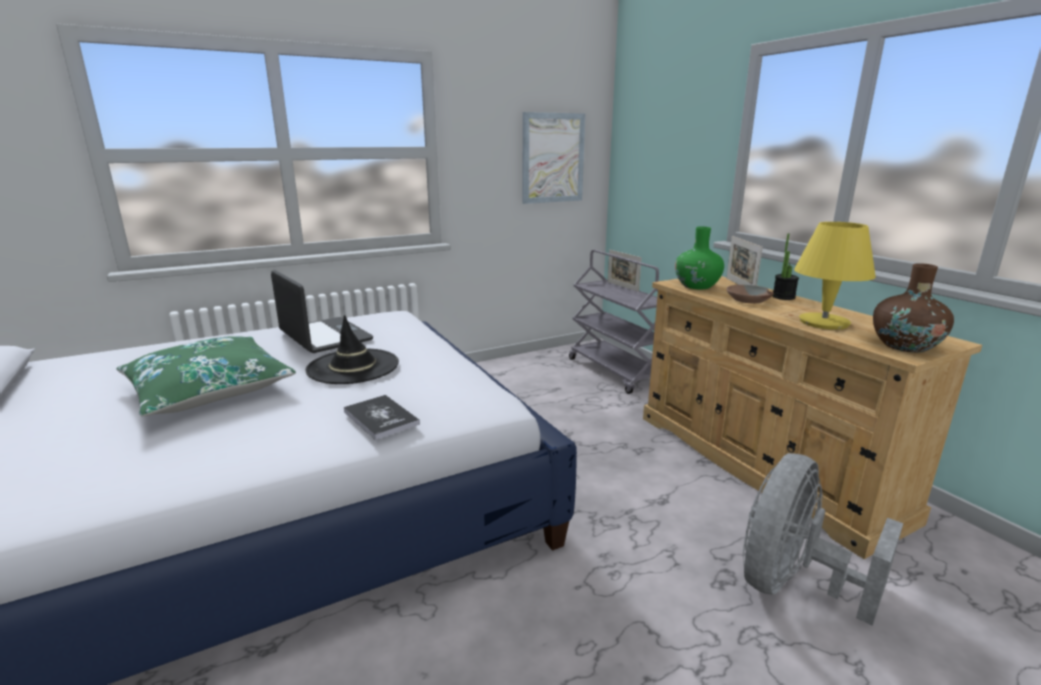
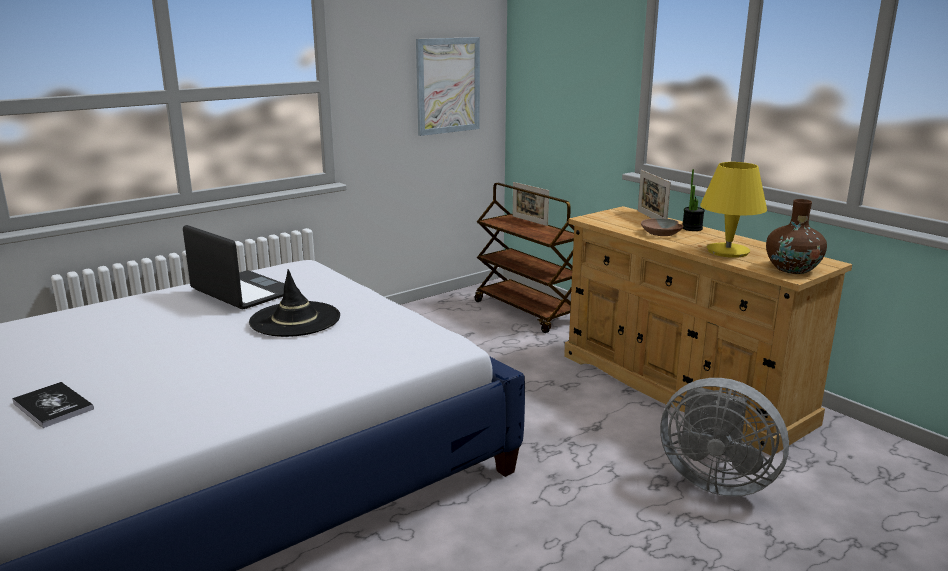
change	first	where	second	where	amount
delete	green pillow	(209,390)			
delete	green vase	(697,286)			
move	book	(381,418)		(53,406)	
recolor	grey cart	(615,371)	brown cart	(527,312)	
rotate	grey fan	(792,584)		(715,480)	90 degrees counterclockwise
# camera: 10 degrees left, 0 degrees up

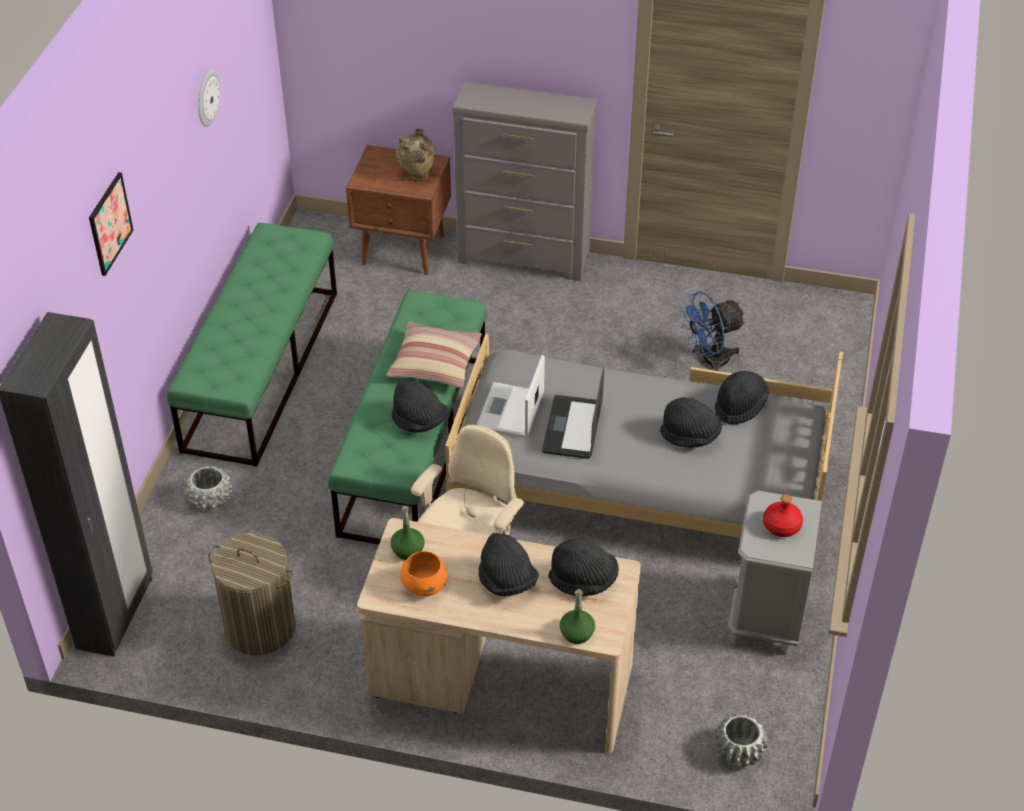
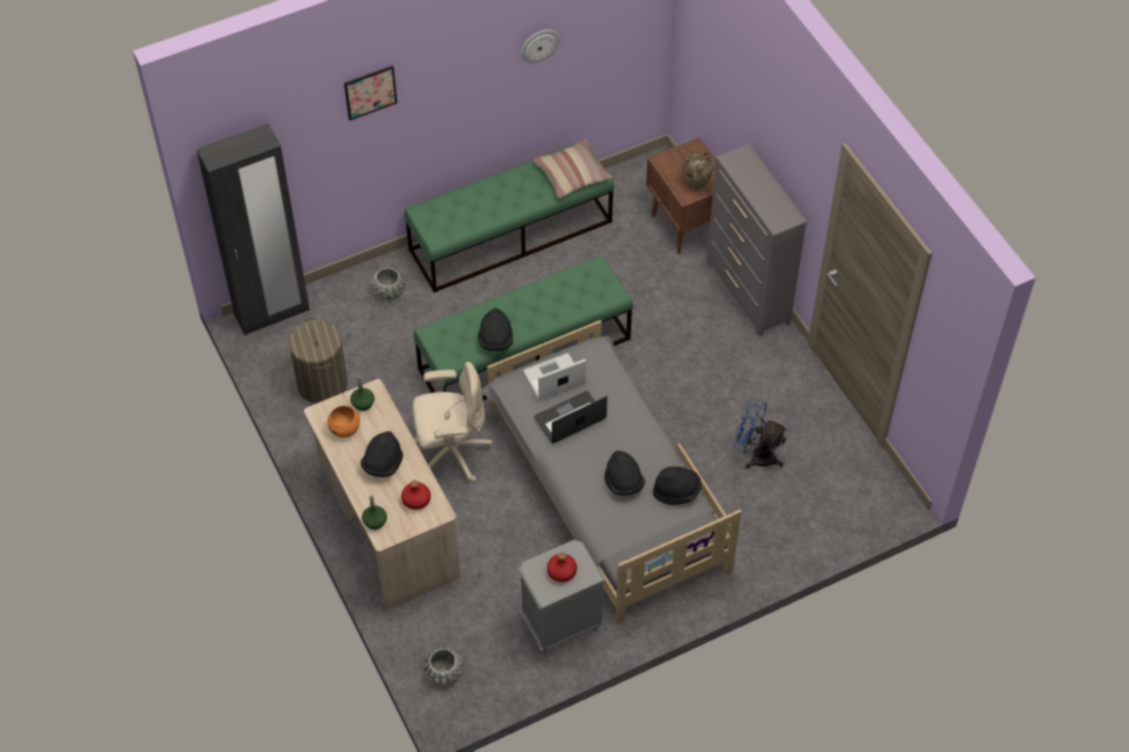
change	first	where	second	where	amount
move	pillow	(435,363)		(572,174)	
replace	black hat	(583,581)	red bottle	(416,499)	
# camera: 50 degrees right, 10 degrees up

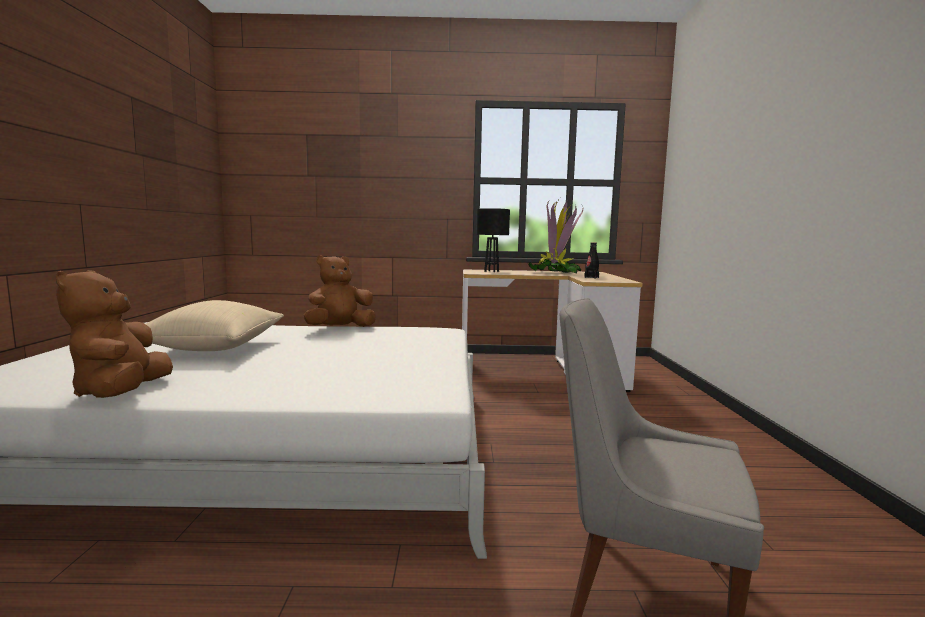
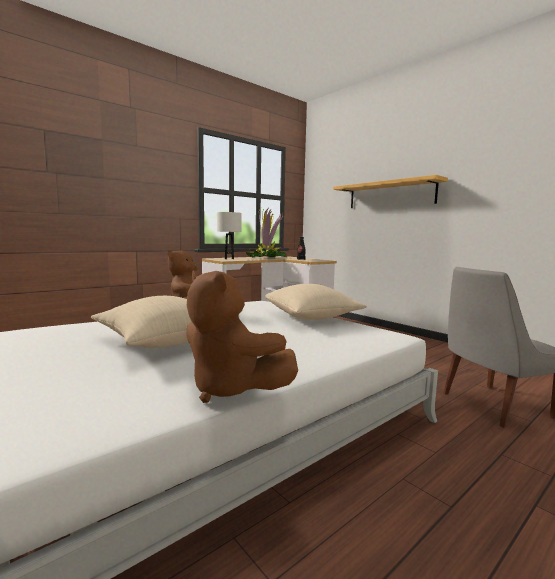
change	first	where	second	where	amount
insert			beige pillow	(312,318)	
insert			shelf	(390,195)	
recolor	black table lamp	(491,271)	white table lamp	(229,259)	
# camera: 40 degrees left, 0 degrees up

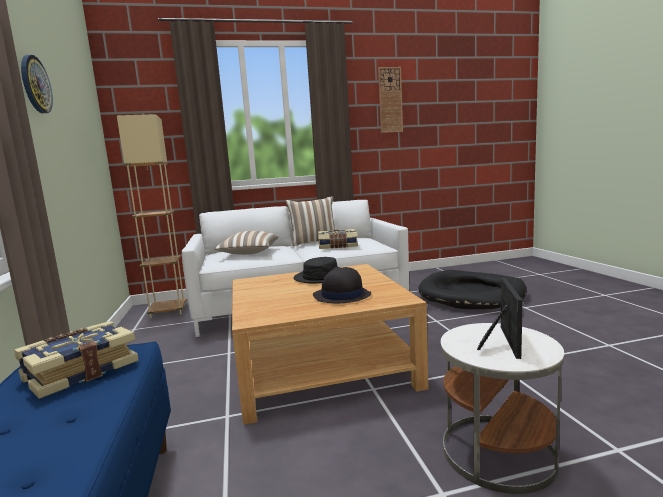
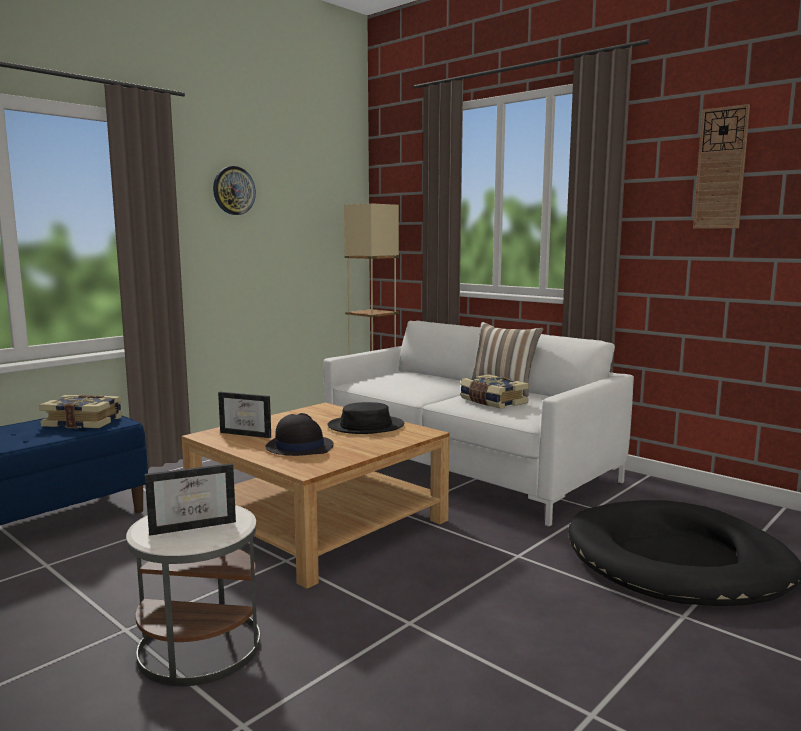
change	first	where	second	where	amount
delete	pillow	(249,253)			
insert			picture frame	(249,433)	
# camera: 55 degrees right, 0 degrees up

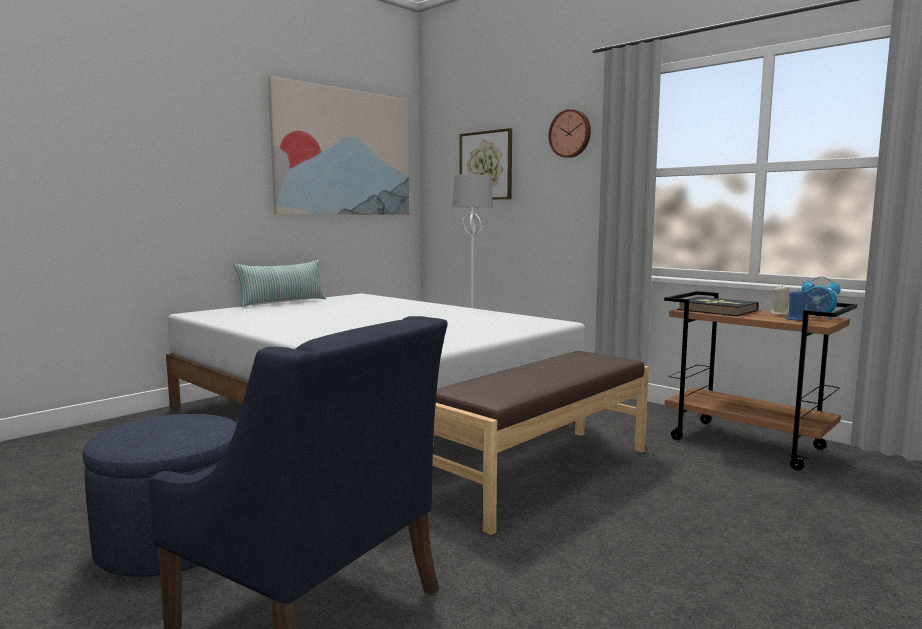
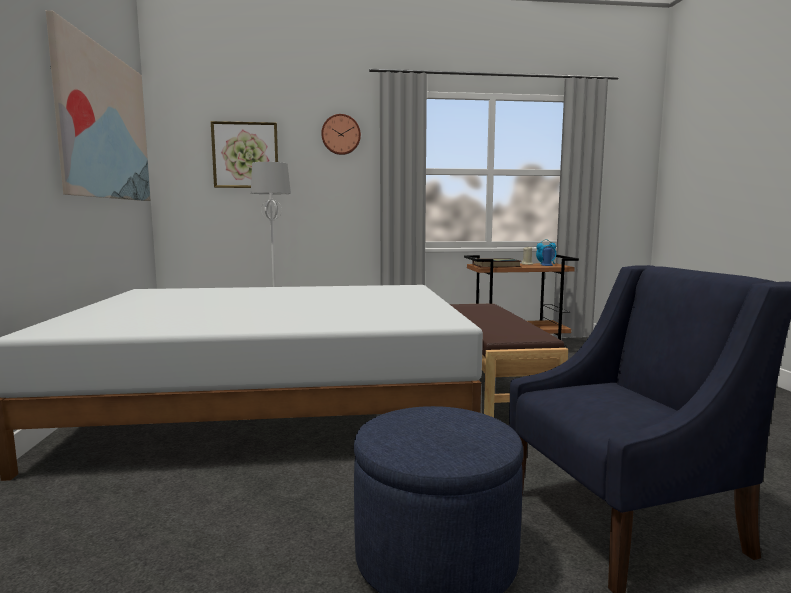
change	first	where	second	where	amount
delete	pillow	(282,302)			
# camera: 50 degrees left, 0 degrees up

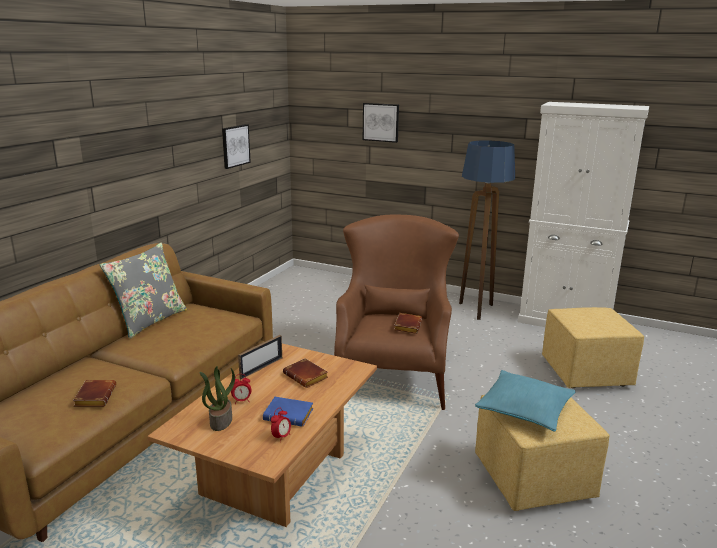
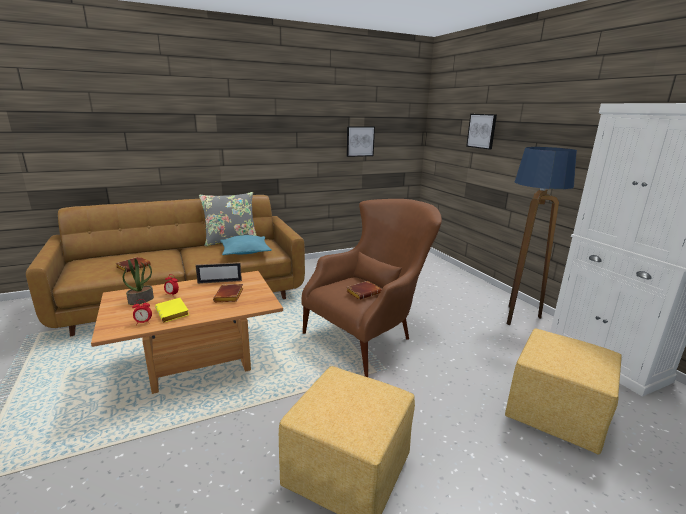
change	first	where	second	where	amount
move	turquoise pillow	(524,409)		(245,252)	
recolor	blue book	(290,415)	yellow book	(174,313)	
# camera: 40 degrees right, 0 degrees up

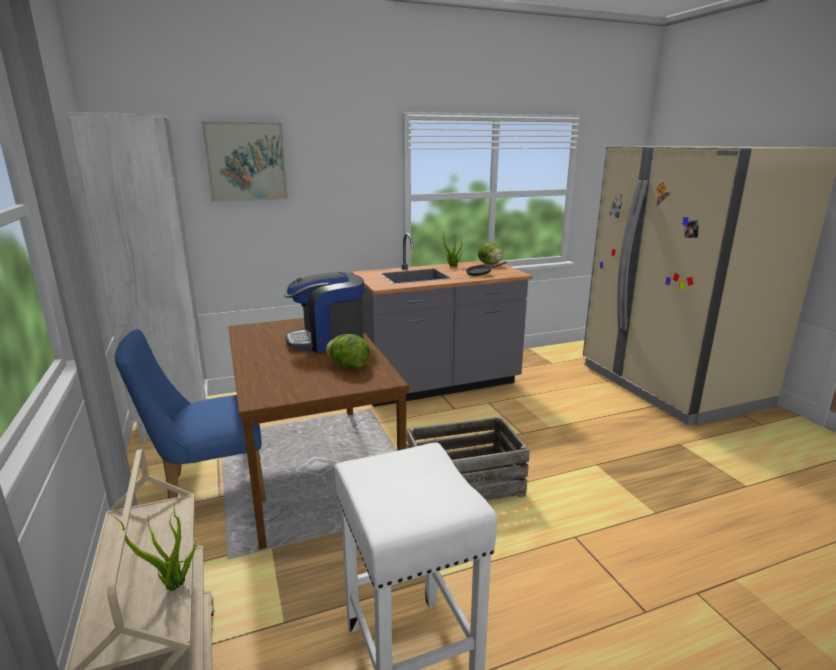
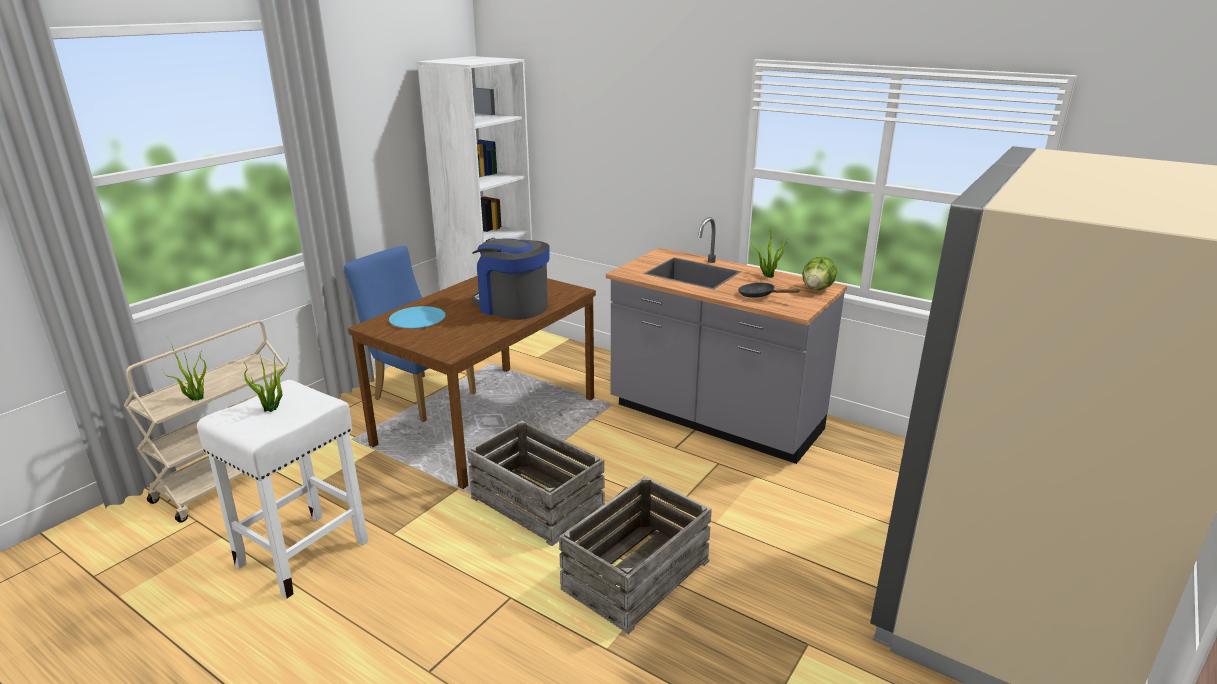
change	first	where	second	where	amount
delete	picture	(246,162)			
delete	lettuce	(348,366)			
insert			potted plant	(272,409)	
insert			blue plate	(417,319)	
insert			crate	(635,574)	
# camera: 55 degrees right, 5 degrees up

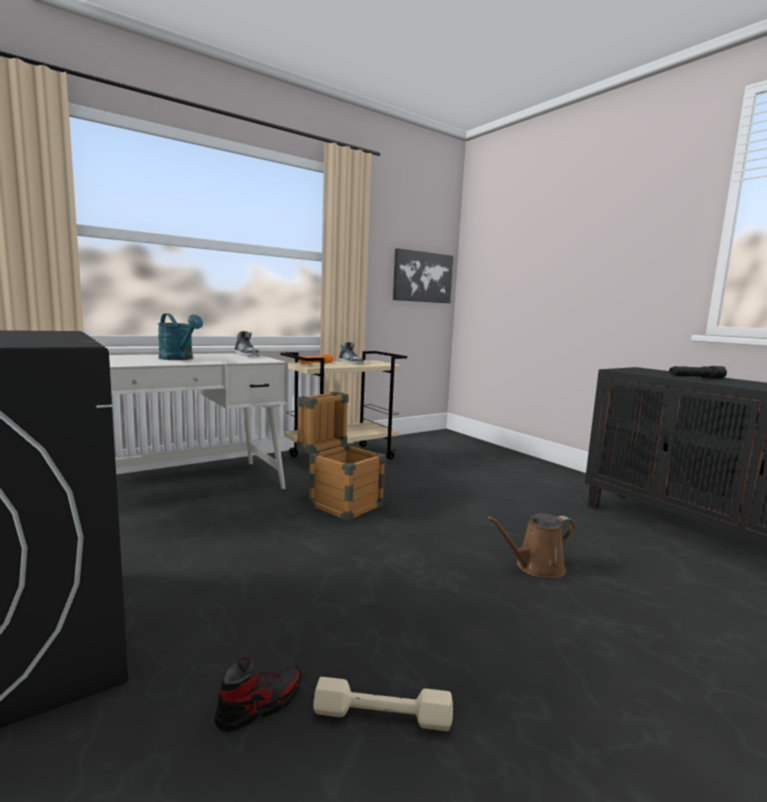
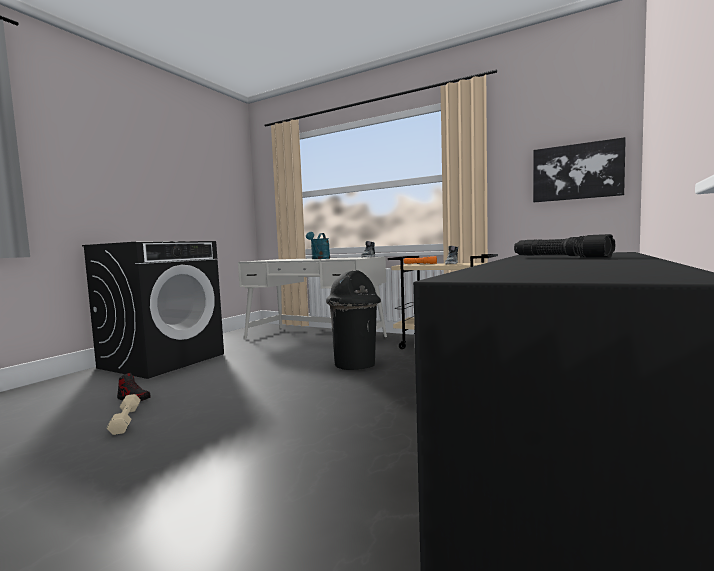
change	first	where	second	where	amount
delete	brown watering can	(536,567)			
replace	crate	(339,503)	black trash can	(355,364)	
# camera: 65 degrees right, 5 degrees down

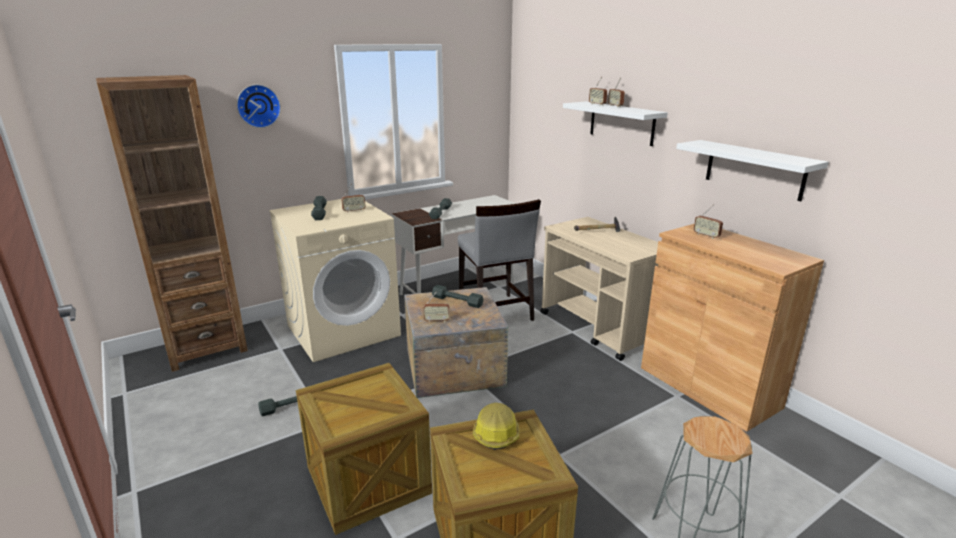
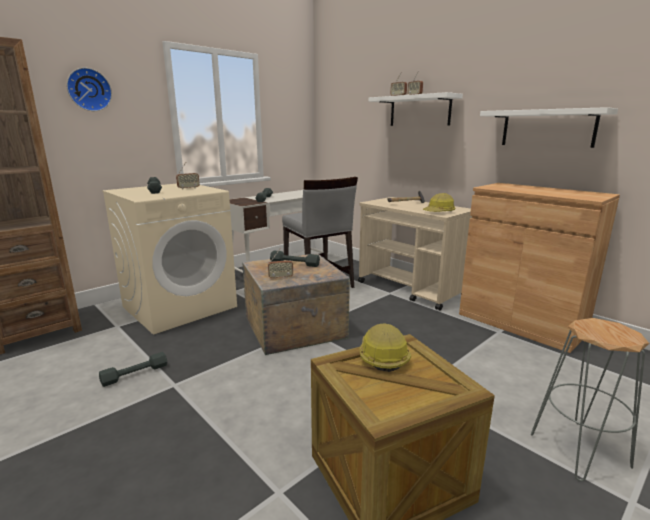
change	first	where	second	where	amount
delete	crate	(368,480)			
delete	radio	(706,236)			
insert			hard hat	(439,212)	
# camera: 10 degrees left, 5 degrees down

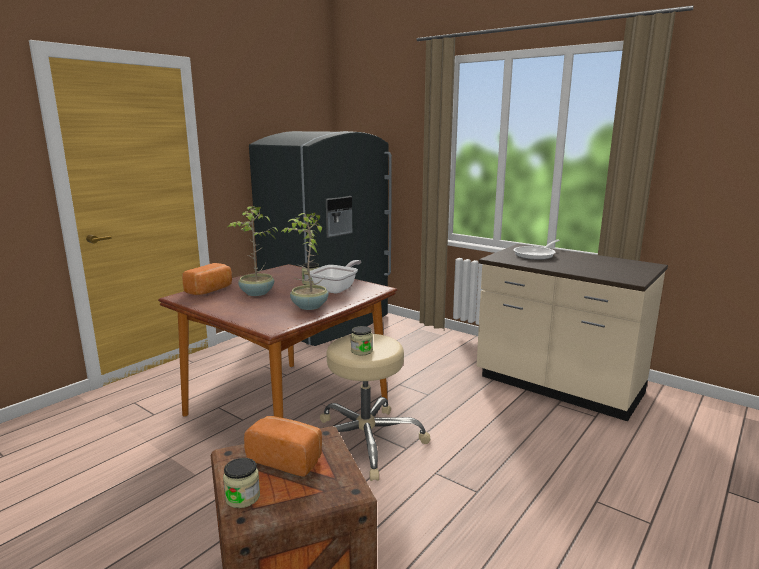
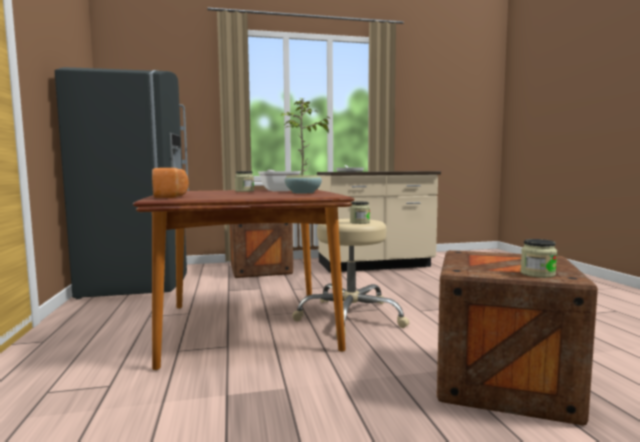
change	first	where	second	where	amount
delete	potted plant	(256,293)			
delete	bread	(287,458)			
insert			crate	(260,270)	
# camera: 50 degrees left, 10 degrees down

